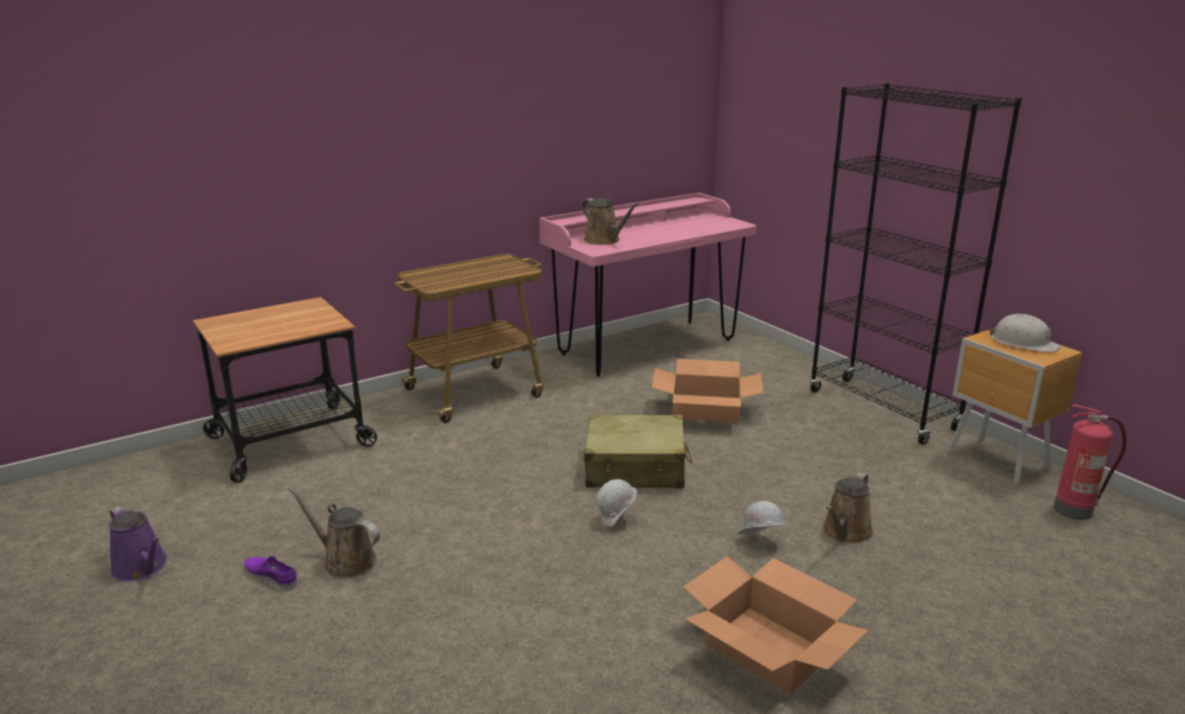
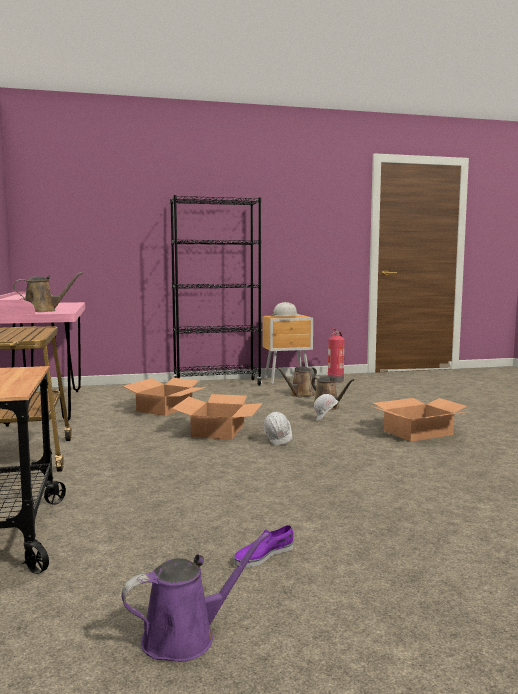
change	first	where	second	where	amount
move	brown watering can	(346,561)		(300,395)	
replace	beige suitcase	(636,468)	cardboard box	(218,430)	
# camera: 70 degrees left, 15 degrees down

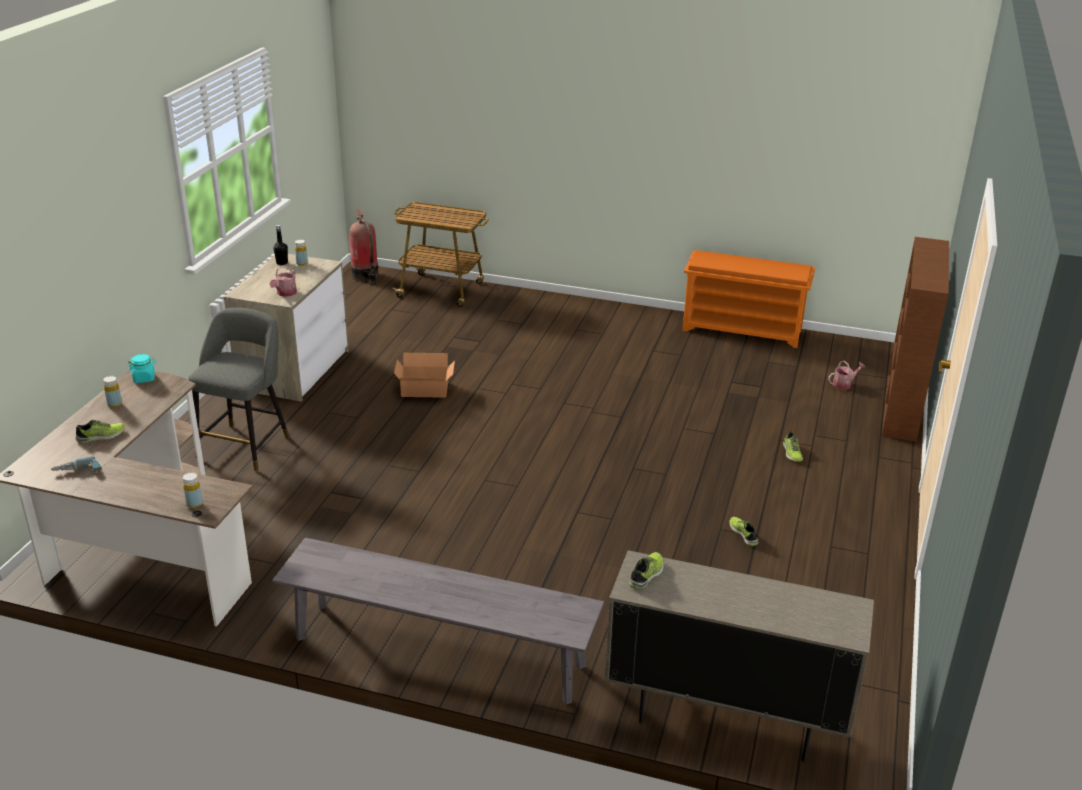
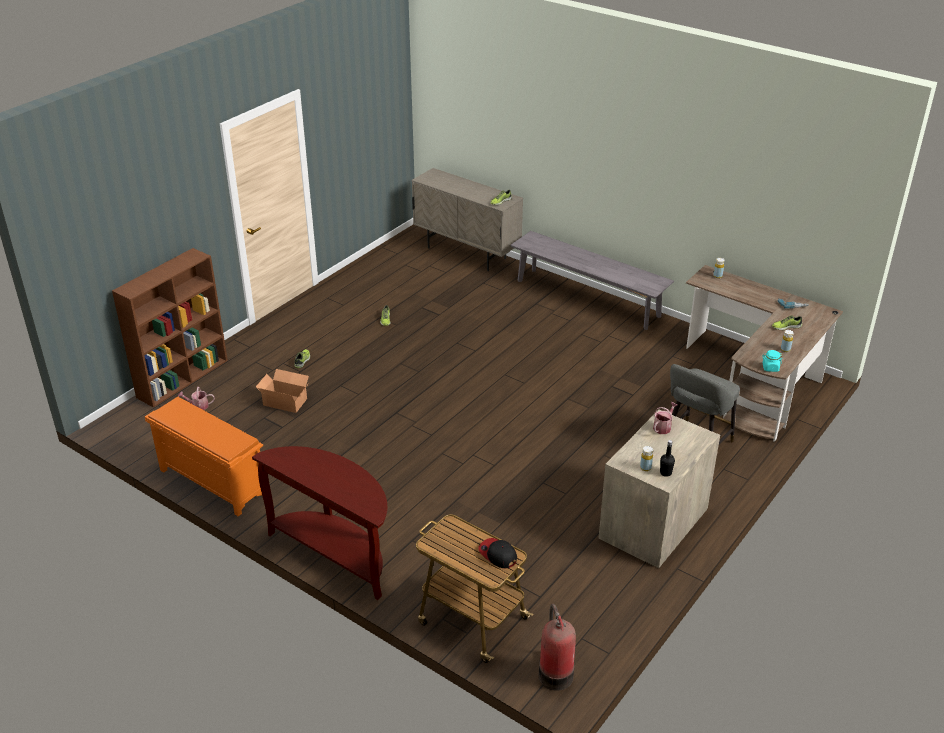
change	first	where	second	where	amount
insert			brown console table	(336,554)	
insert			cap	(497,554)	
move	cardboard box	(425,390)		(285,401)	
# camera: 160 degrees left, 5 degrees up

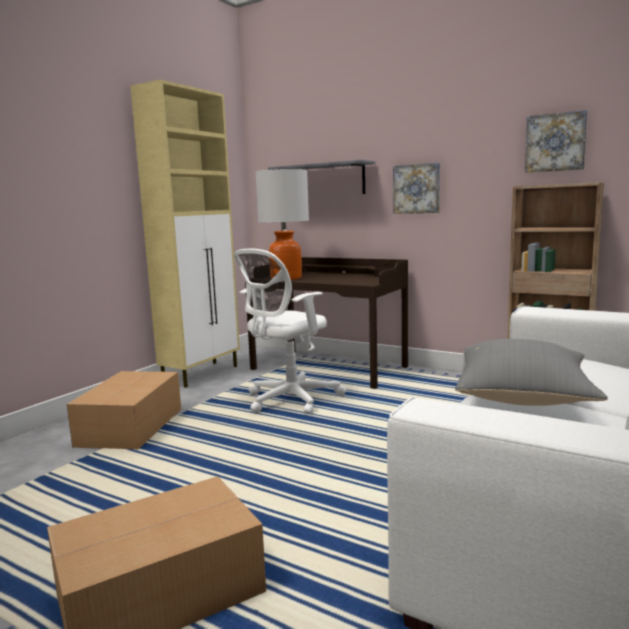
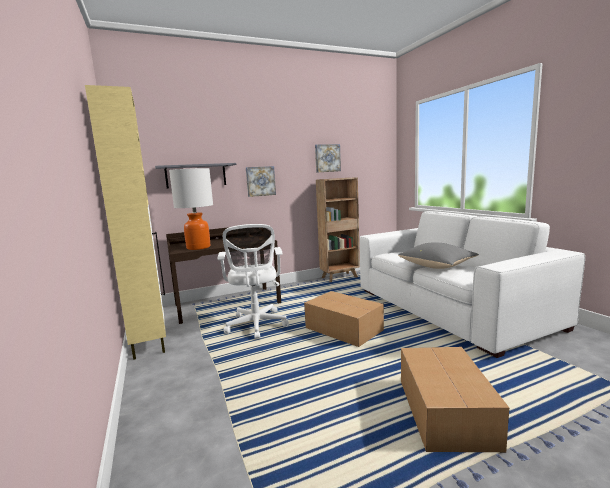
change	first	where	second	where	amount
move	cardboard box	(132,426)		(343,328)	
# camera: 55 degrees left, 0 degrees up

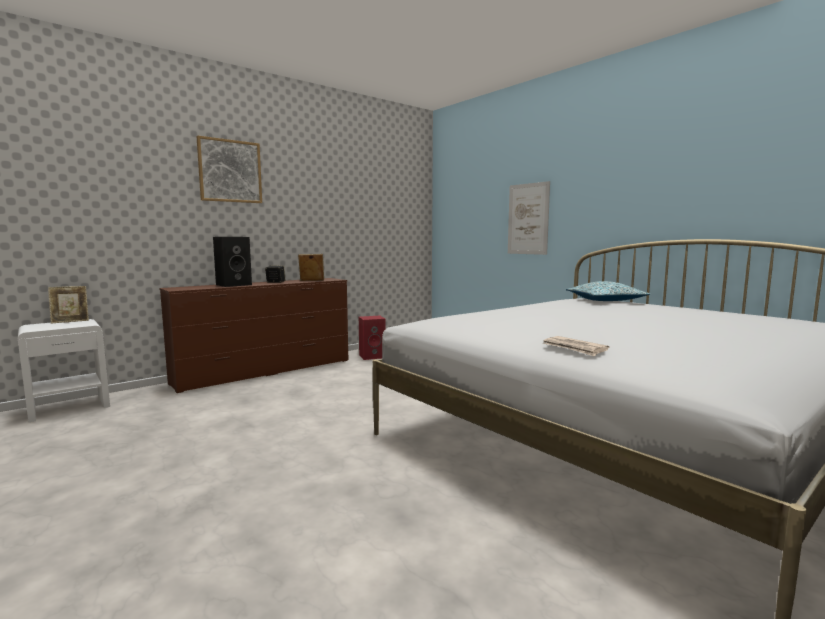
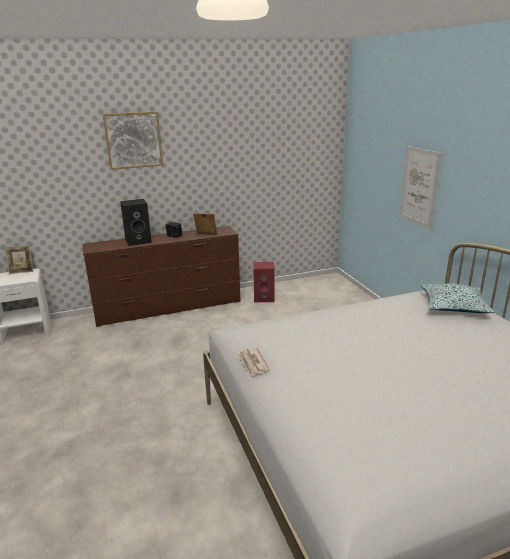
change	first	where	second	where	amount
move	newspaper	(574,348)		(253,363)	
# camera: 20 degrees right, 15 degrees up

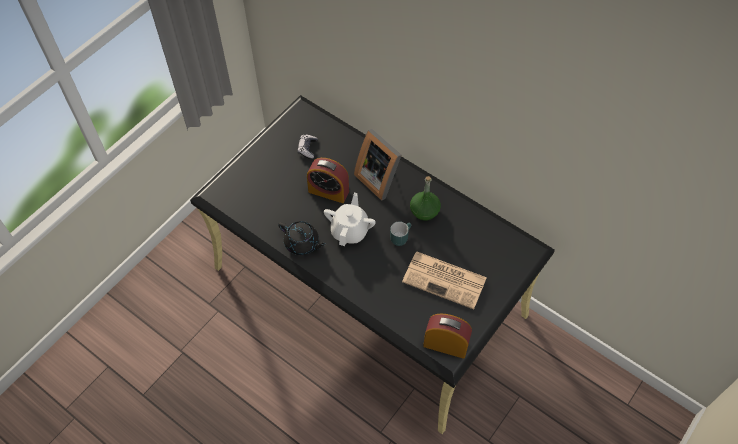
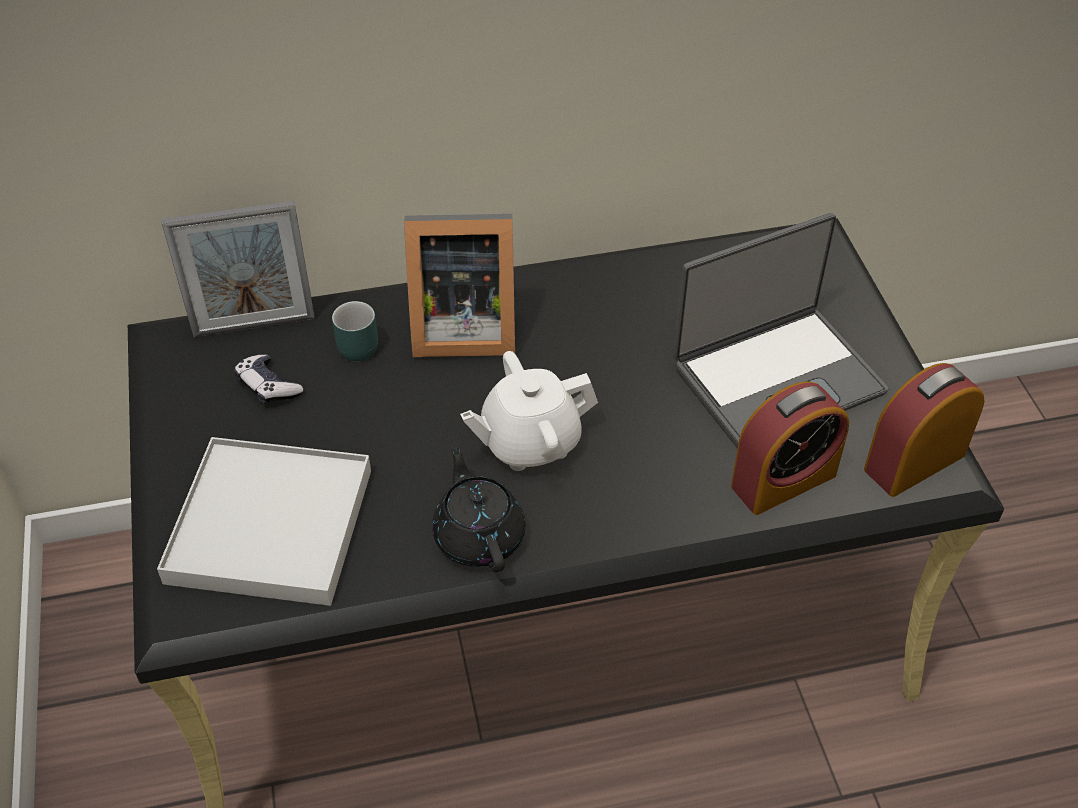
change	first	where	second	where	amount
delete	green bottle	(424,211)			
insert			white tray	(270,525)	
insert			picture frame	(254,325)	
move	alarm clock	(328,191)		(783,480)	
move	turquoise mug	(400,236)		(355,344)	
replace	newspaper	(445,280)	laptop	(775,377)	
rotate	black teapot	(302,243)		(479,535)	90 degrees counterclockwise
rotate	white teapot	(350,230)		(529,442)	75 degrees counterclockwise
# camera: 50 degrees left, 10 degrees down

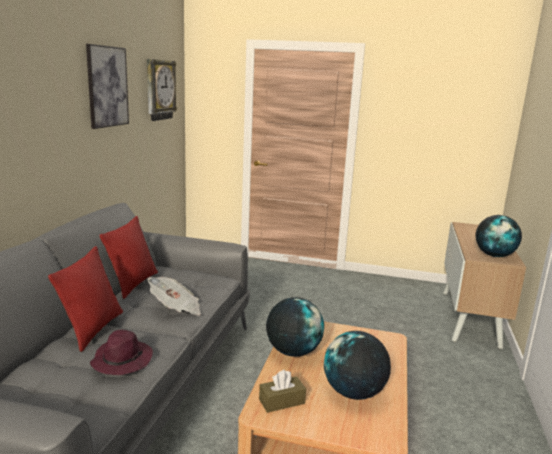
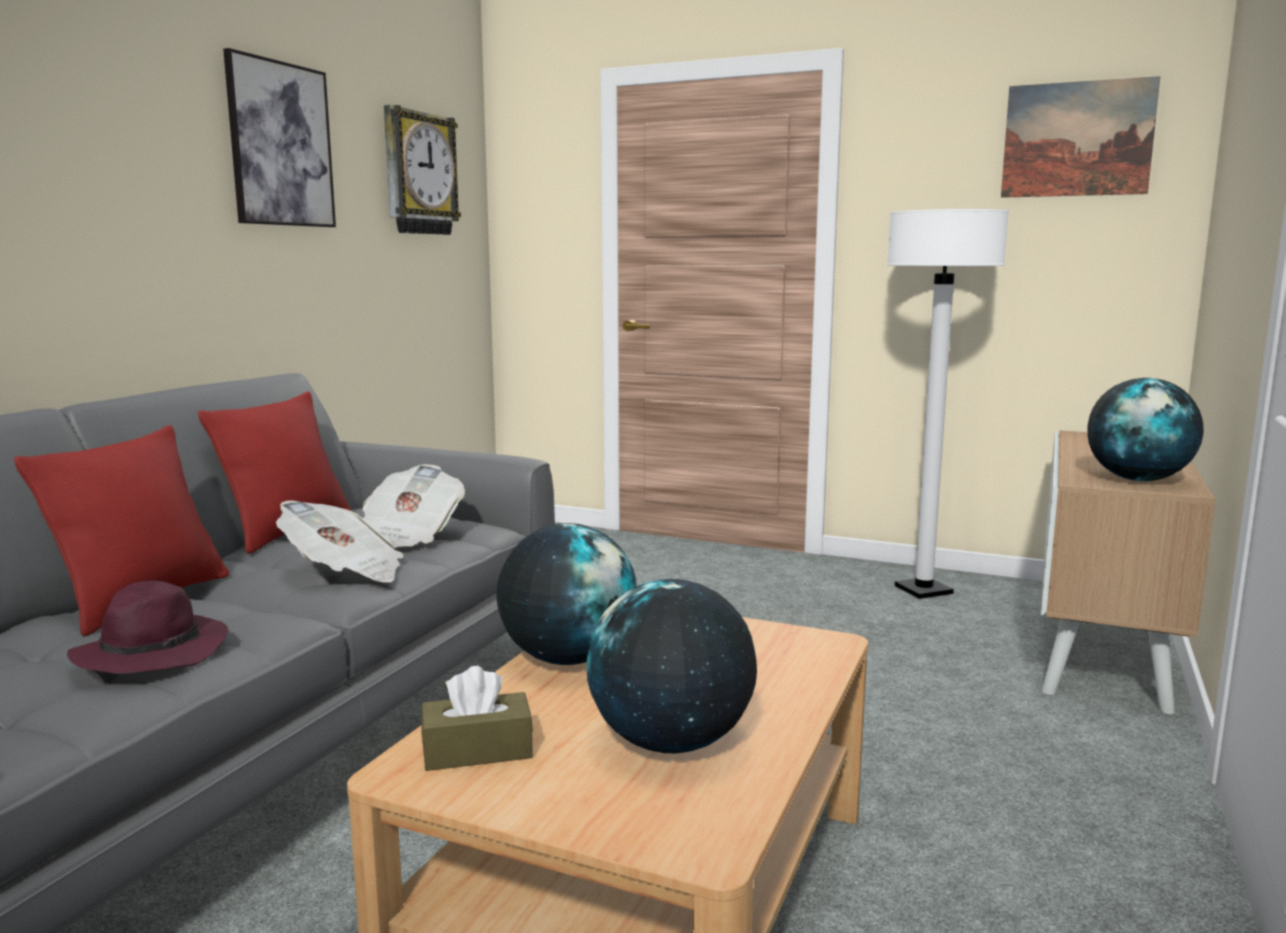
change	first	where	second	where	amount
insert			newspaper	(409,536)	
insert			white floor lamp	(923,590)	
insert			picture	(1077,139)	
# camera: 10 degrees right, 5 degrees down

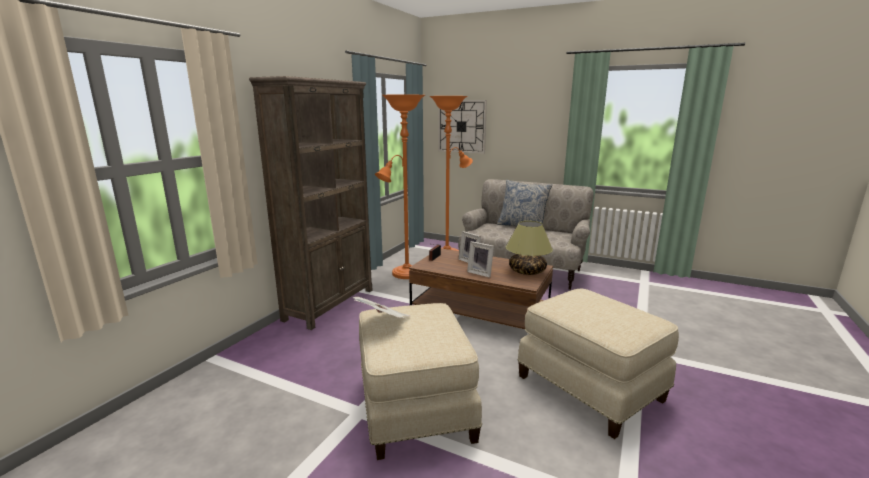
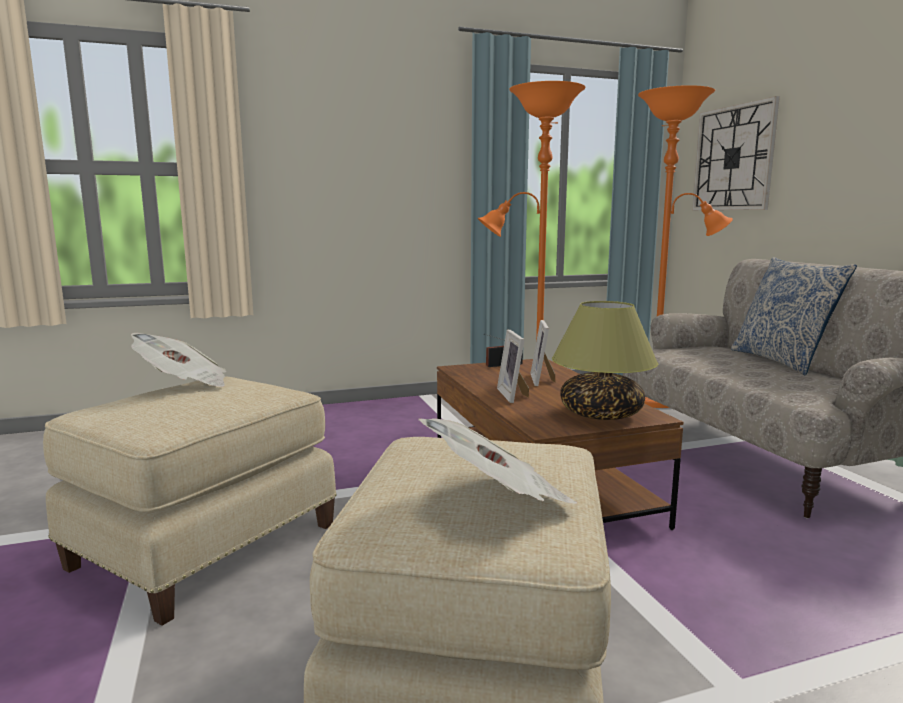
change	first	where	second	where	amount
delete	brown bookcase	(330,304)			
insert			newspaper	(498,498)	
# camera: 45 degrees right, 5 degrees down

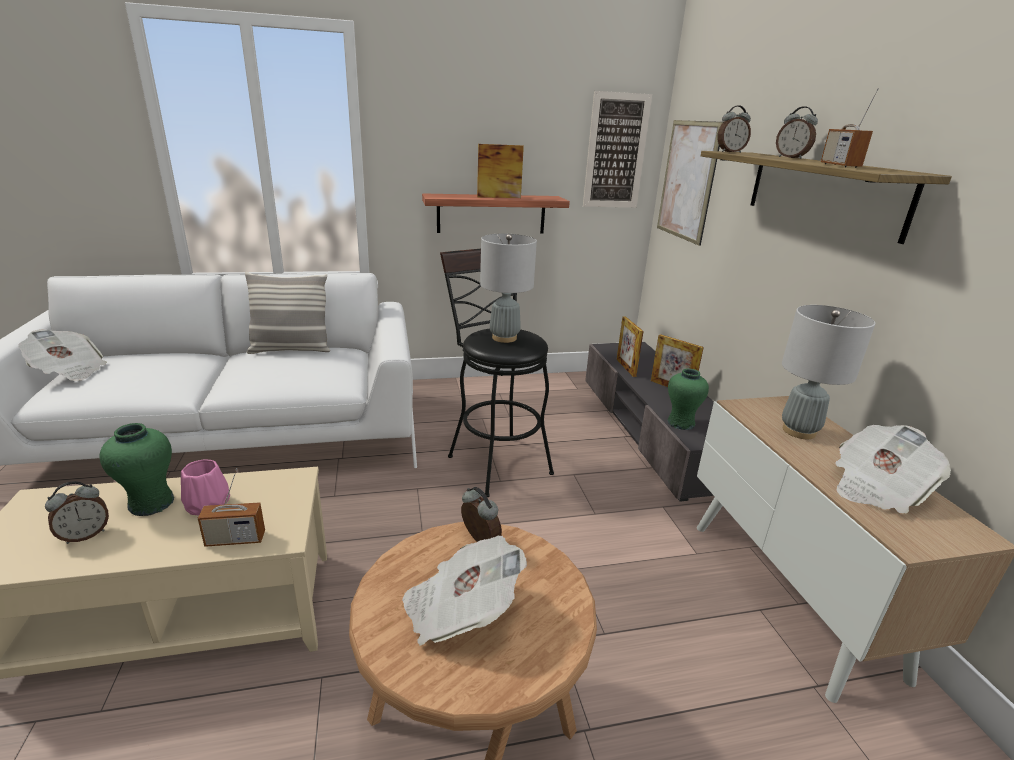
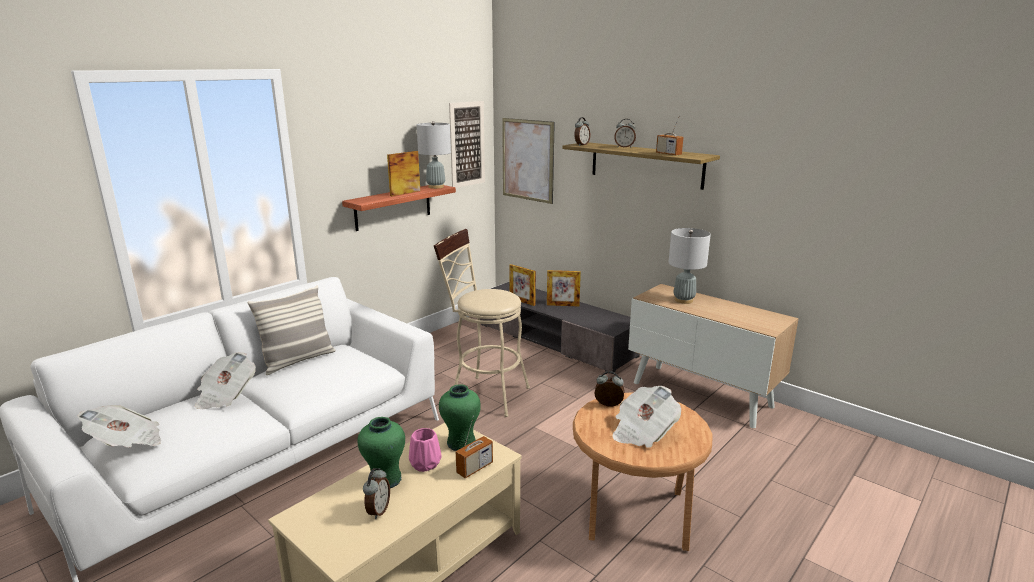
change	first	where	second	where	amount
move	grey table lamp	(504,338)		(436,187)	
move	green vase	(680,423)		(461,443)	
move	newspaper	(876,488)		(226,395)	
recolor	black stool	(495,460)	beige stool	(484,394)	
# camera: 35 degrees left, 5 degrees down

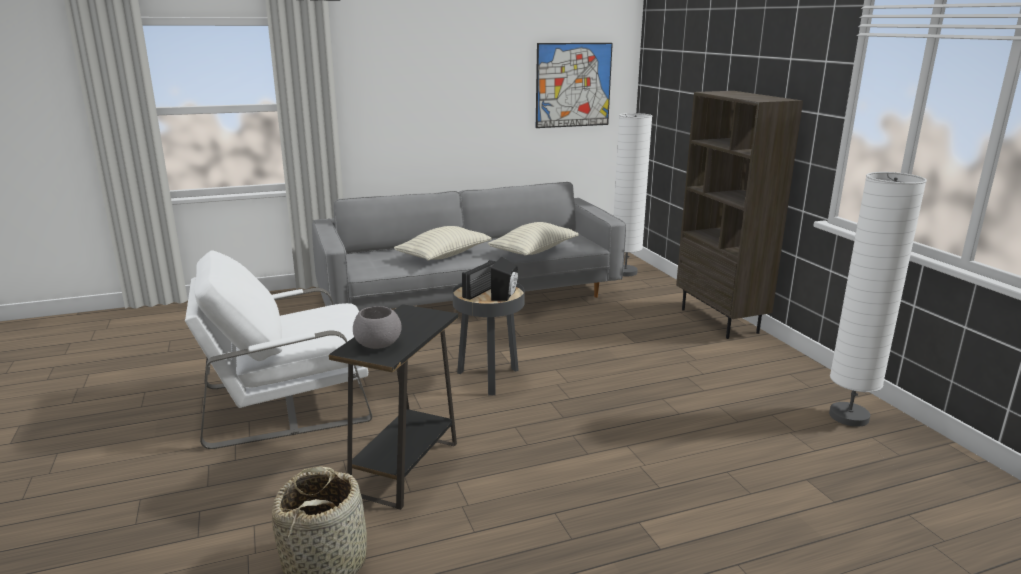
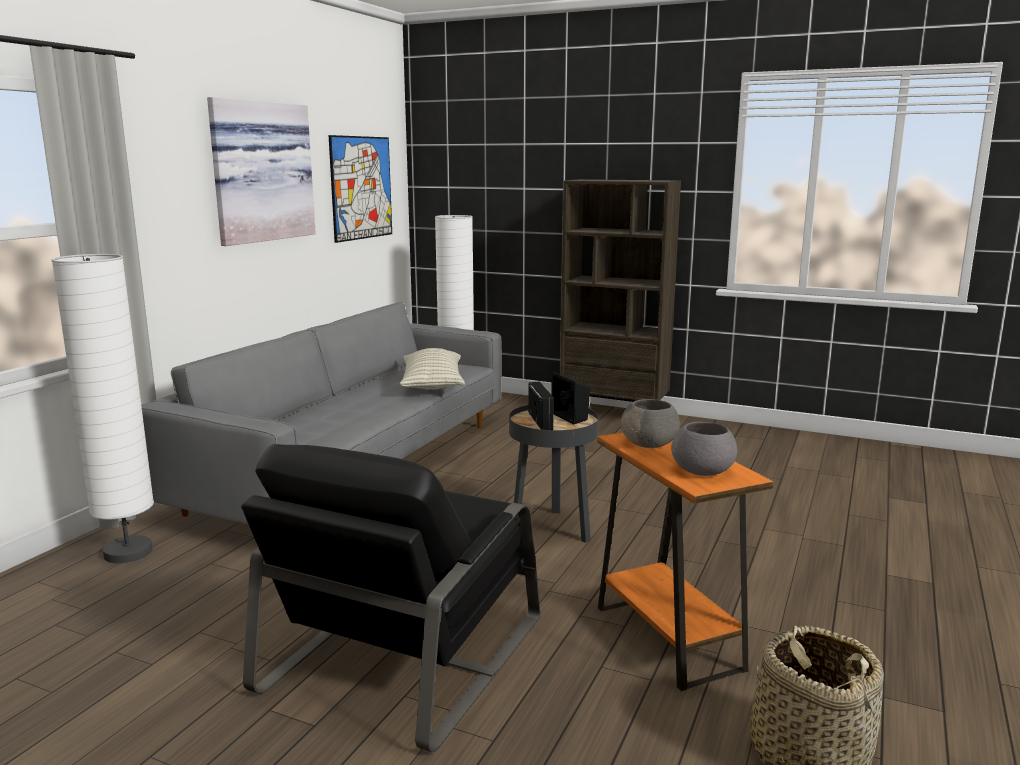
change	first	where	second	where	amount
delete	pillow	(444,256)			
insert			picture	(259,172)	
insert			grey bowl	(650,444)	
move	white floor lamp	(849,417)		(128,552)	
recolor	white armchair	(289,402)	black armchair	(405,651)	
recolor	black side table	(405,468)	orange side table	(668,637)	
# camera: 45 degrees left, 5 degrees down

